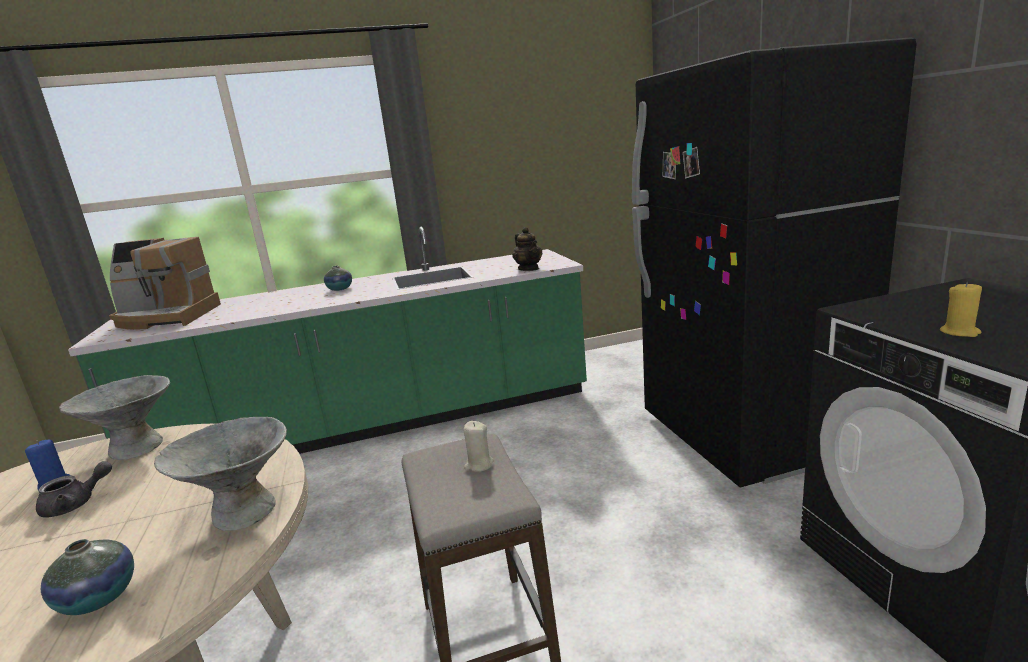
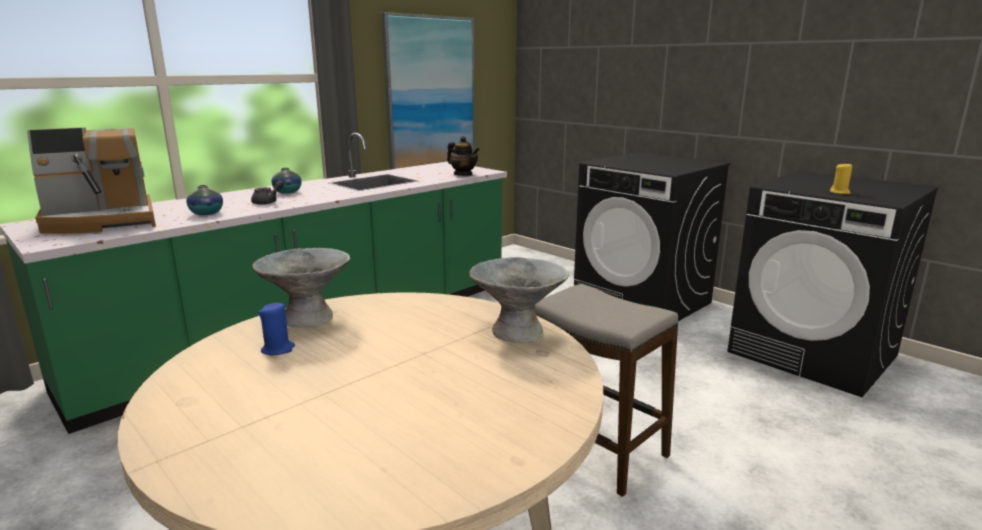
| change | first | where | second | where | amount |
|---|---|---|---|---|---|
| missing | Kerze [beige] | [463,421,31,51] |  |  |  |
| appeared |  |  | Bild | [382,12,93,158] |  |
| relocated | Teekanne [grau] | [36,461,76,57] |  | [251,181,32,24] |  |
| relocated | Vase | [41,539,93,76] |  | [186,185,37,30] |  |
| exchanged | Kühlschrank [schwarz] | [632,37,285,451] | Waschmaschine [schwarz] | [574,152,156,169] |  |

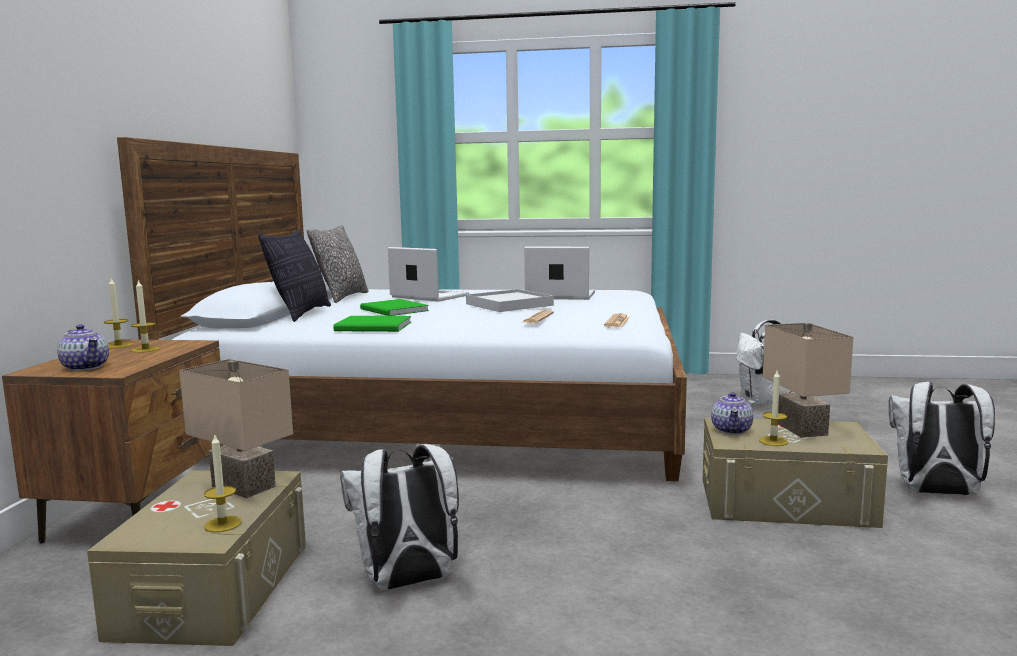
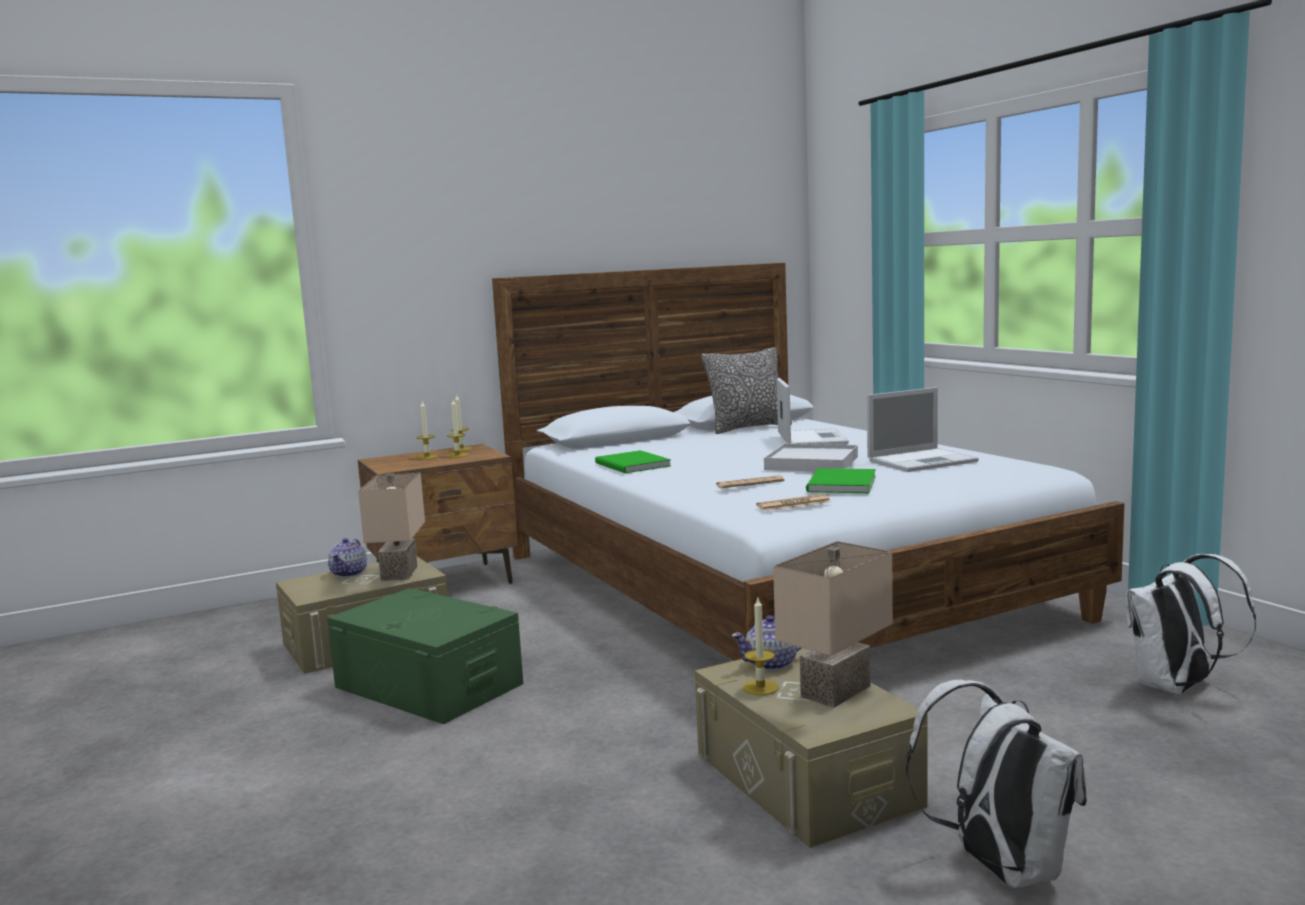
| change | first | where | second | where | amount |
|---|---|---|---|---|---|
| missing | Kissen | [258,229,73,93] |  |  |  |
| relocated | Teekanne | [57,324,52,47] |  | [328,538,39,39] |  |
| relocated | Kerze | [204,433,38,99] |  | [416,402,22,58] |  |
| relocated | Buch [grün] | [360,299,69,17] |  | [806,468,70,25] |  |
| exchanged | Rucksack [weiß] | [340,444,119,146] | Aufbewahrungsbox [grün] | [327,588,196,136] |  |
| spun | Laptop | [524,247,71,53] |  | [867,387,112,85] | 90 degrees clockwise |

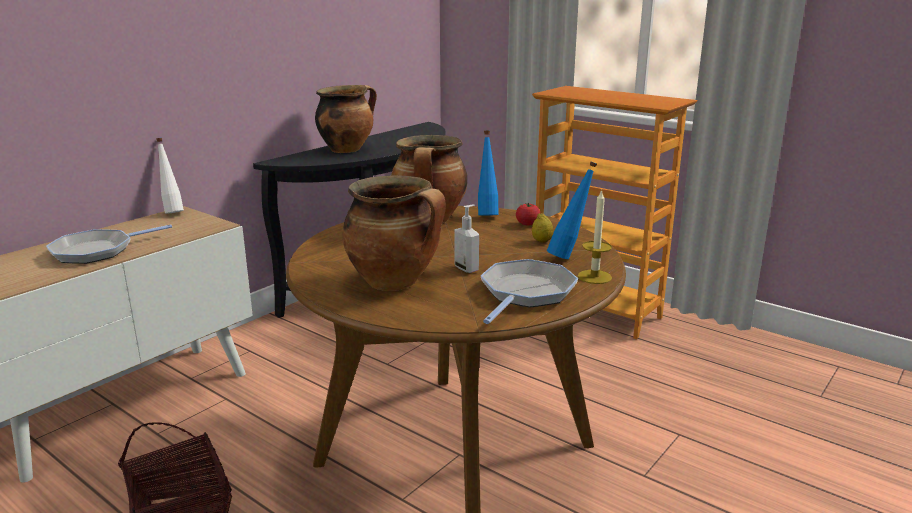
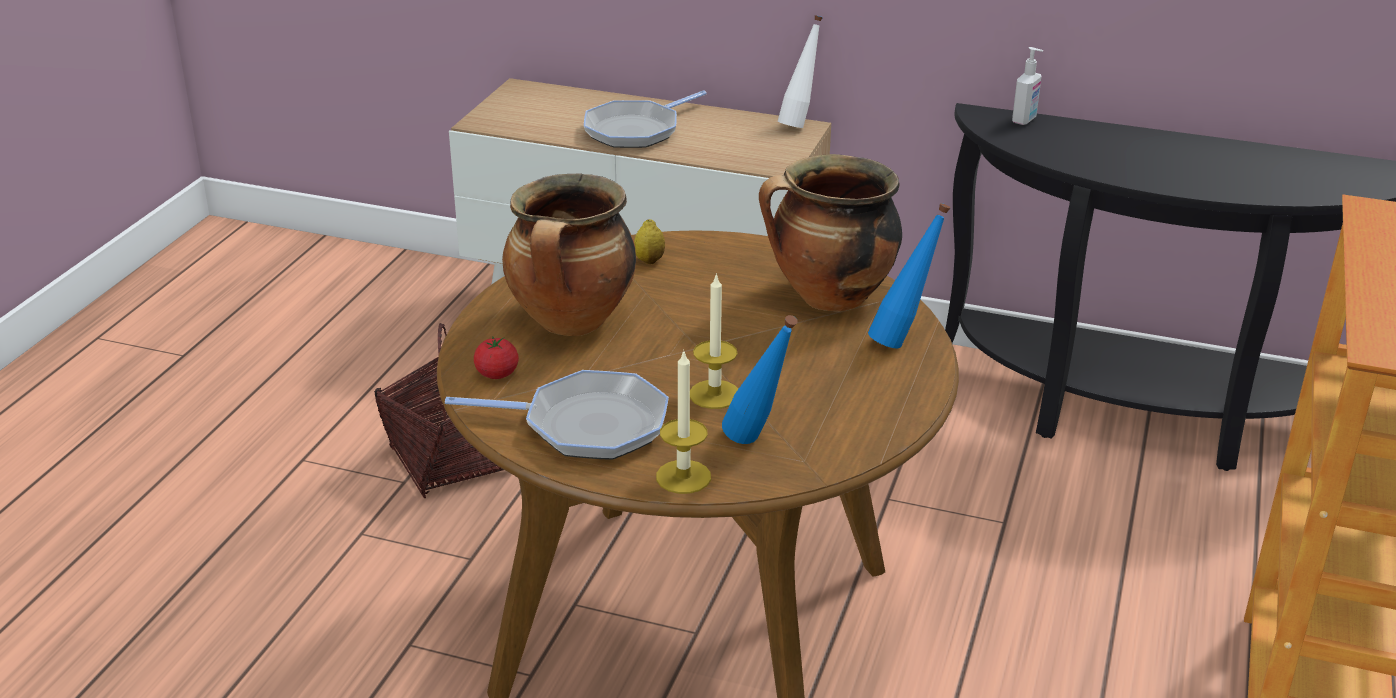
| change | first | where | second | where | amount |
|---|---|---|---|---|---|
| missing | Kochtopf | [315,85,62,68] |  |  |  |
| appeared |  |  | Kerze | [690,273,48,136] |  |
| relocated | Seifenspender | [454,204,25,69] |  | [1012,47,31,78] |  |
| relocated | Tomate | [516,202,24,24] |  | [474,336,45,43] |  |
| relocated | Zitrone | [532,213,22,30] |  | [634,219,31,45] |  |
| spun | Pfanne | [46,224,126,40] |  | [584,90,123,58] | 75 degrees counterclockwise |

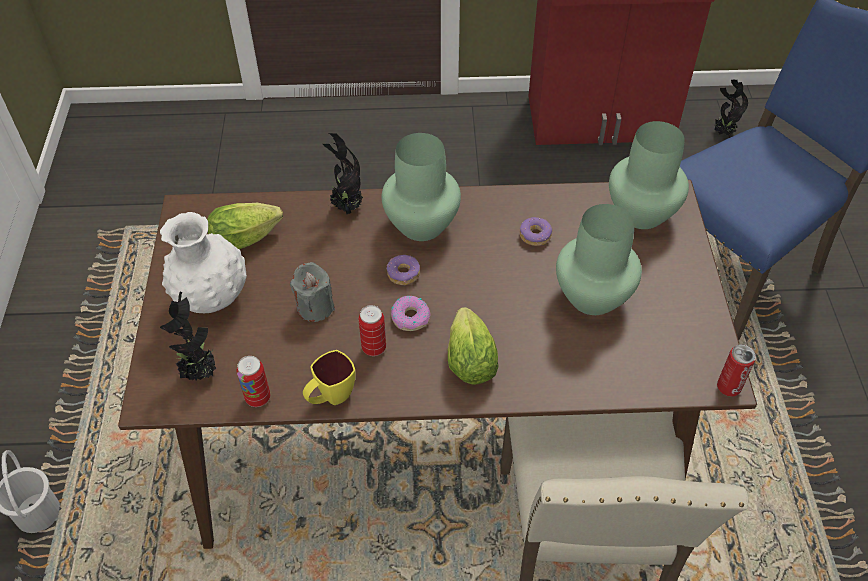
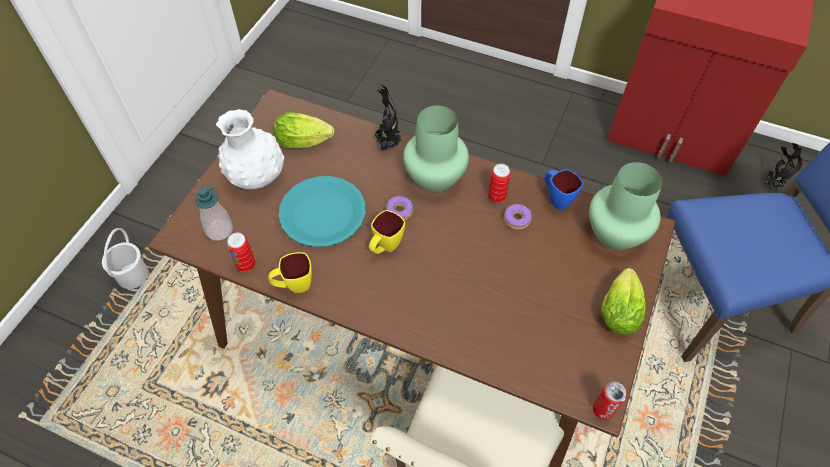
| change | first | where | second | where | amount |
|---|---|---|---|---|---|
| missing | Vase [grün] | [556,204,86,111] |  |  |  |
| appeared |  |  | Henkelbecher [blau] | [544,169,39,41] |  |
| relocated | Dose | [358,305,28,51] |  | [488,164,23,39] |  |
| relocated | Salatkopf | [448,307,51,78] |  | [601,268,45,67] |  |
| exchanged | Topfpflanze | [160,292,56,89] | Seifenspender | [195,185,38,56] |  |
| exchanged | Kerze [grau] | [290,262,45,60] | Teller [türkis] | [279,176,86,71] |  |
| exchanged | Donut | [391,295,40,36] | Henkelbecher [gelb] | [369,210,36,44] |  |

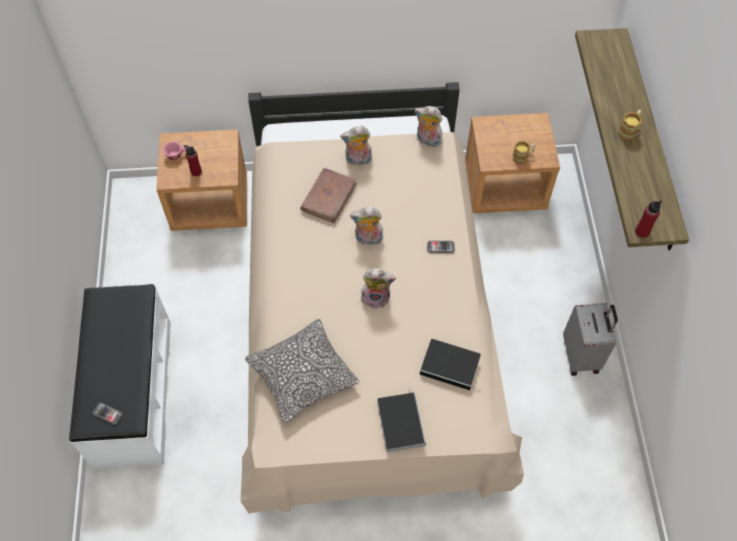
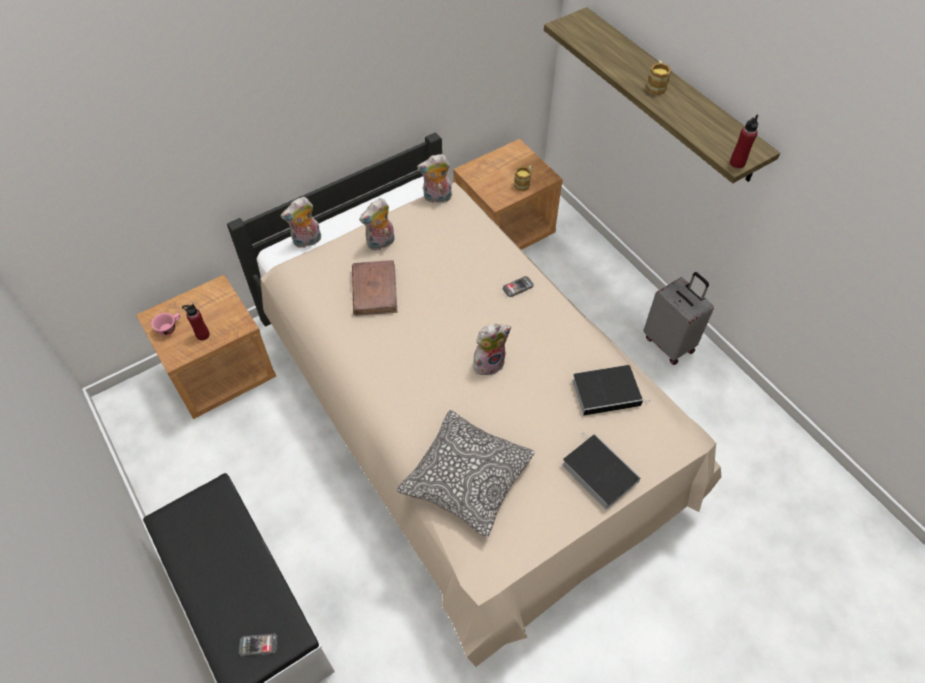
| change | first | where | second | where | amount |
|---|---|---|---|---|---|
| relocated | Plüschtier | [350,207,33,38] |  | [281,197,40,51] |  |

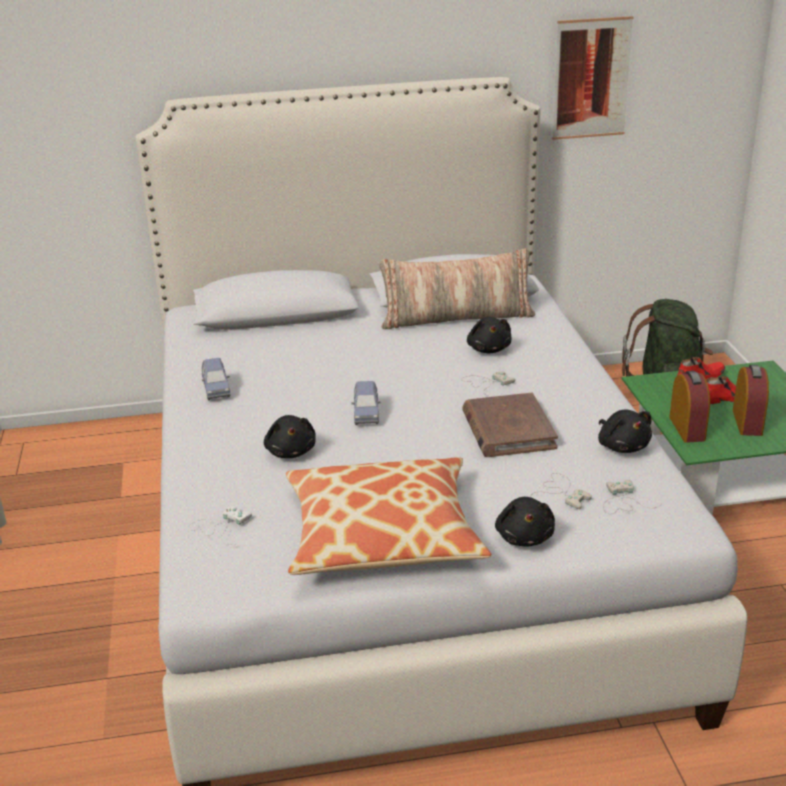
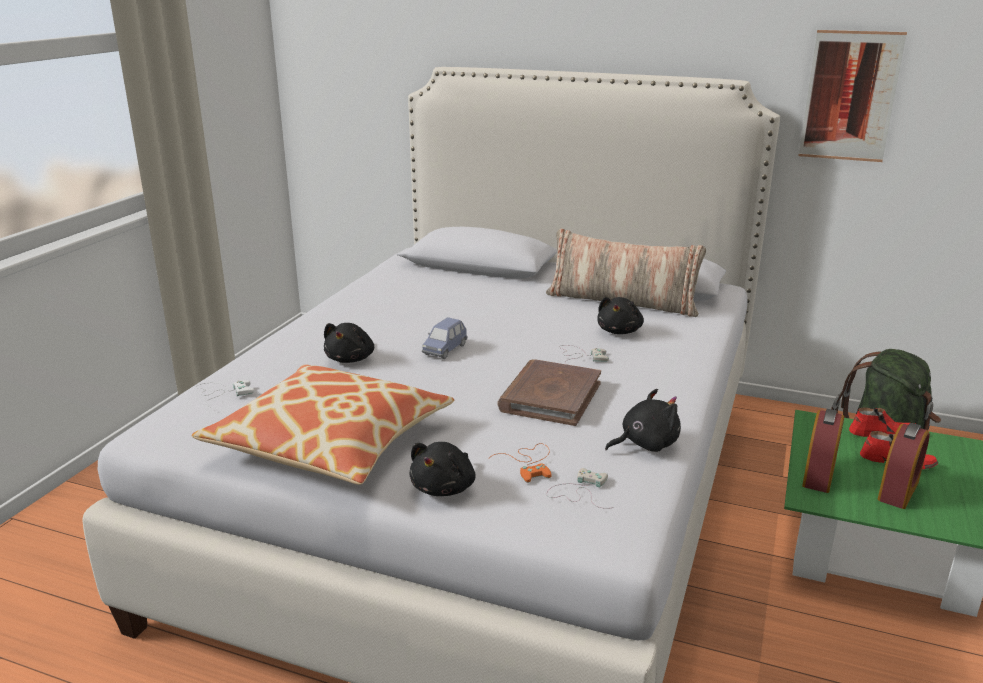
| change | first | where | second | where | amount |
|---|---|---|---|---|---|
| missing | Spielzeugauto [blau] | [201,358,30,42] |  |  |  |
| colour | Gamepad [weiß] | [530,473,62,36] | Gamepad [orange] | [489,443,63,40] |  |
| spun | Plüschtier [schwarz] | [598,410,54,43] |  | [605,389,76,63] | 120 degrees counterclockwise |

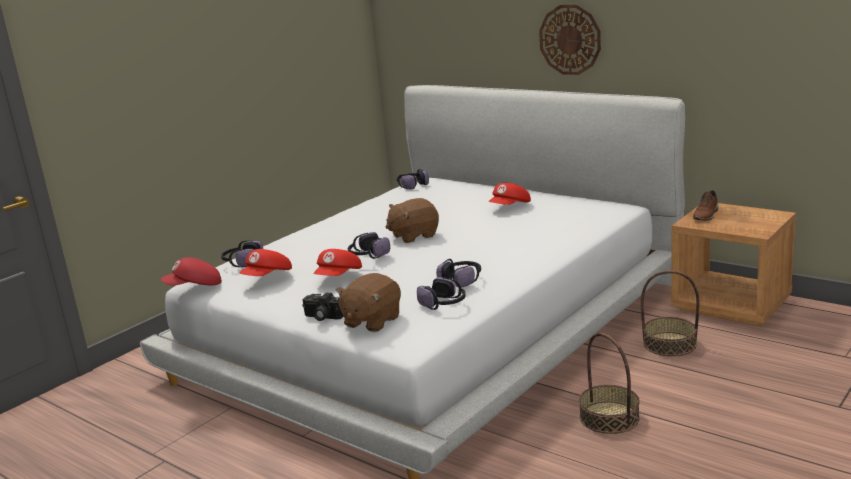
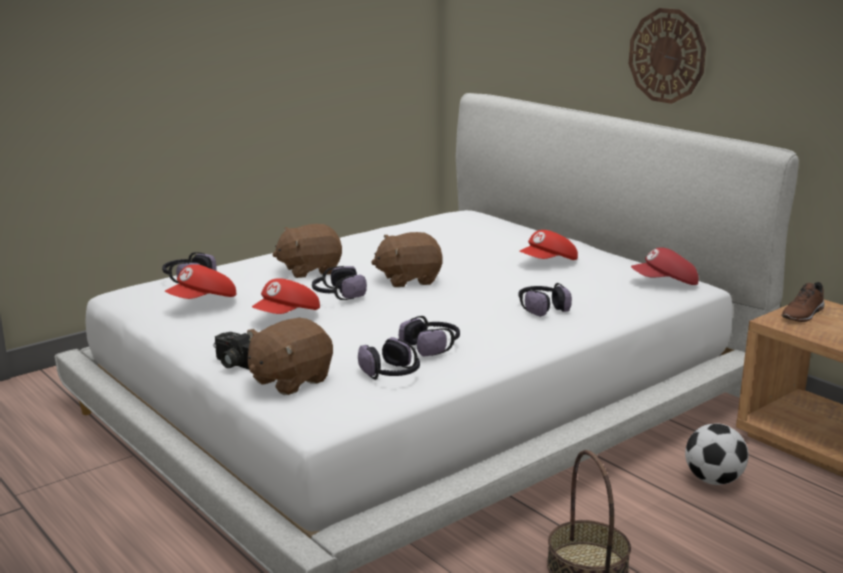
| change | first | where | second | where | amount |
|---|---|---|---|---|---|
| appeared |  |  | Plüschtier [braun] | [272,224,70,54] |  |
| relocated | Kappe [rot] | [161,257,61,29] |  | [631,247,68,38] |  |
| relocated | Kopfhörer | [397,169,32,20] |  | [518,283,54,34] |  |
| exchanged | Korb | [641,270,58,86] | Fußball | [685,423,64,62] |  |

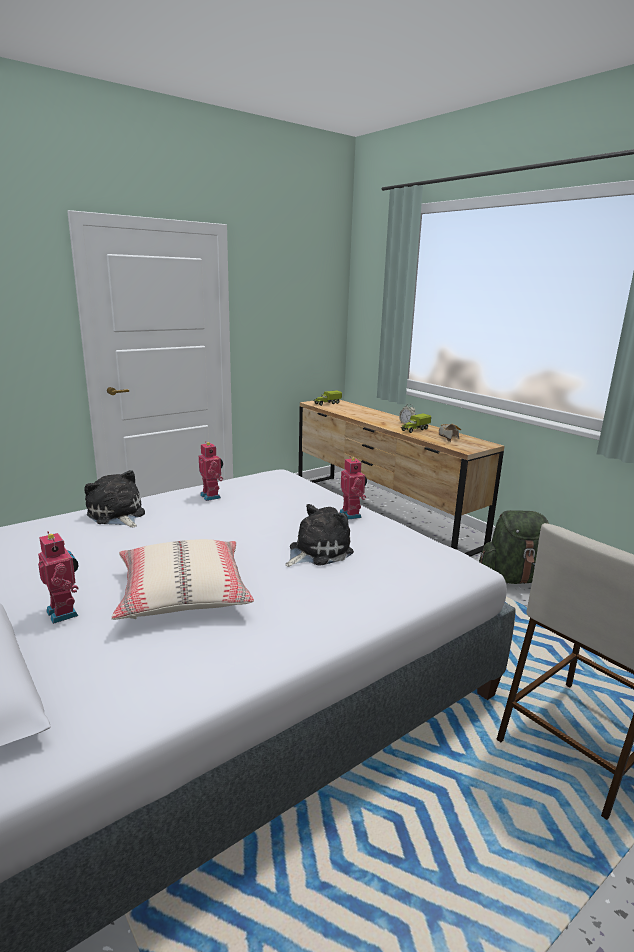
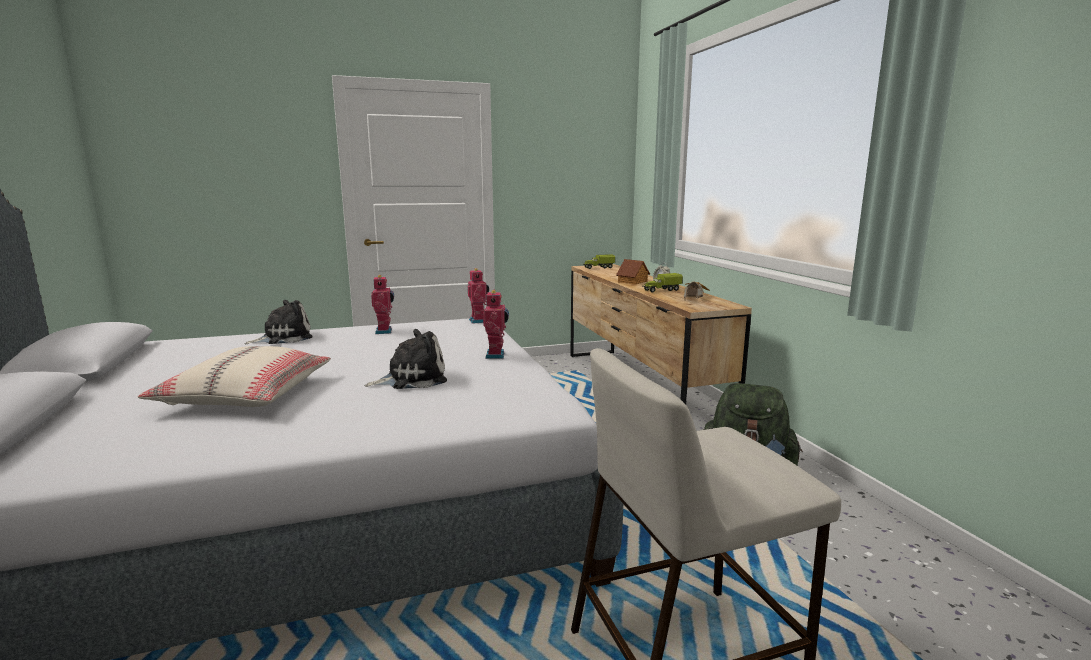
| change | first | where | second | where | amount |
|---|---|---|---|---|---|
| appeared |  |  | Spielzeughaus | [616,259,34,26] |  |
| relocated | Spielzeugroboter | [38,531,41,93] |  | [468,268,21,56] |  |
| spun | Plüschtier | [84,470,61,57] |  | [245,300,68,44] | 75 degrees clockwise |

